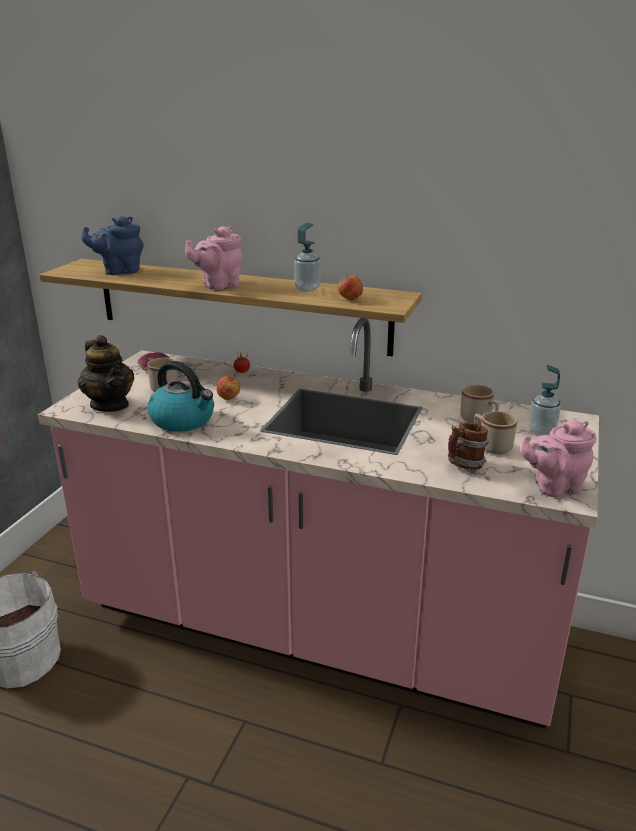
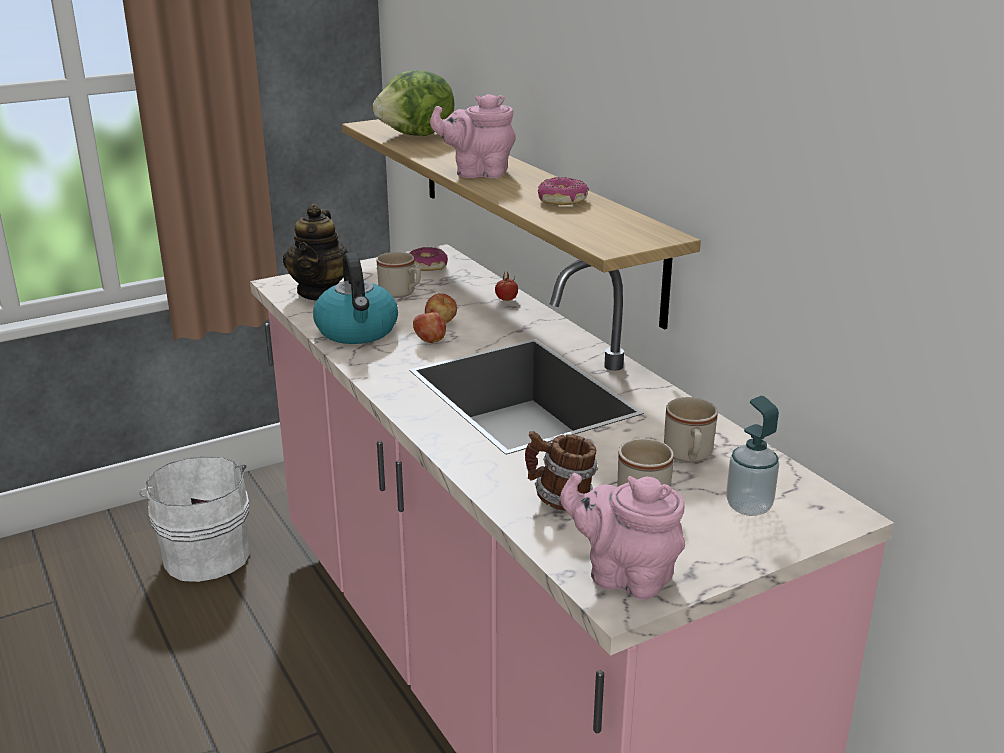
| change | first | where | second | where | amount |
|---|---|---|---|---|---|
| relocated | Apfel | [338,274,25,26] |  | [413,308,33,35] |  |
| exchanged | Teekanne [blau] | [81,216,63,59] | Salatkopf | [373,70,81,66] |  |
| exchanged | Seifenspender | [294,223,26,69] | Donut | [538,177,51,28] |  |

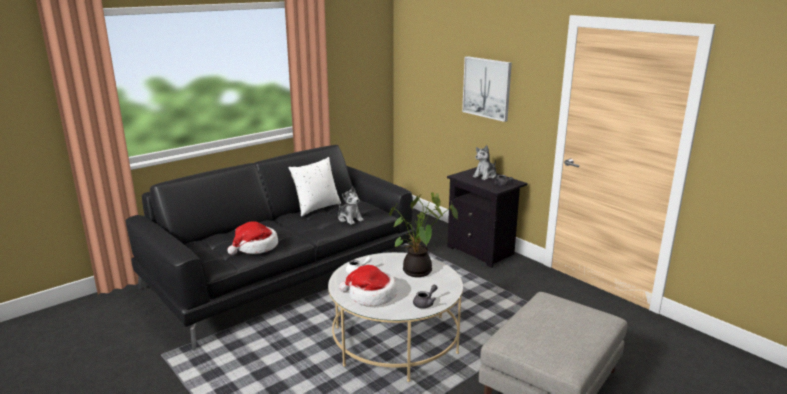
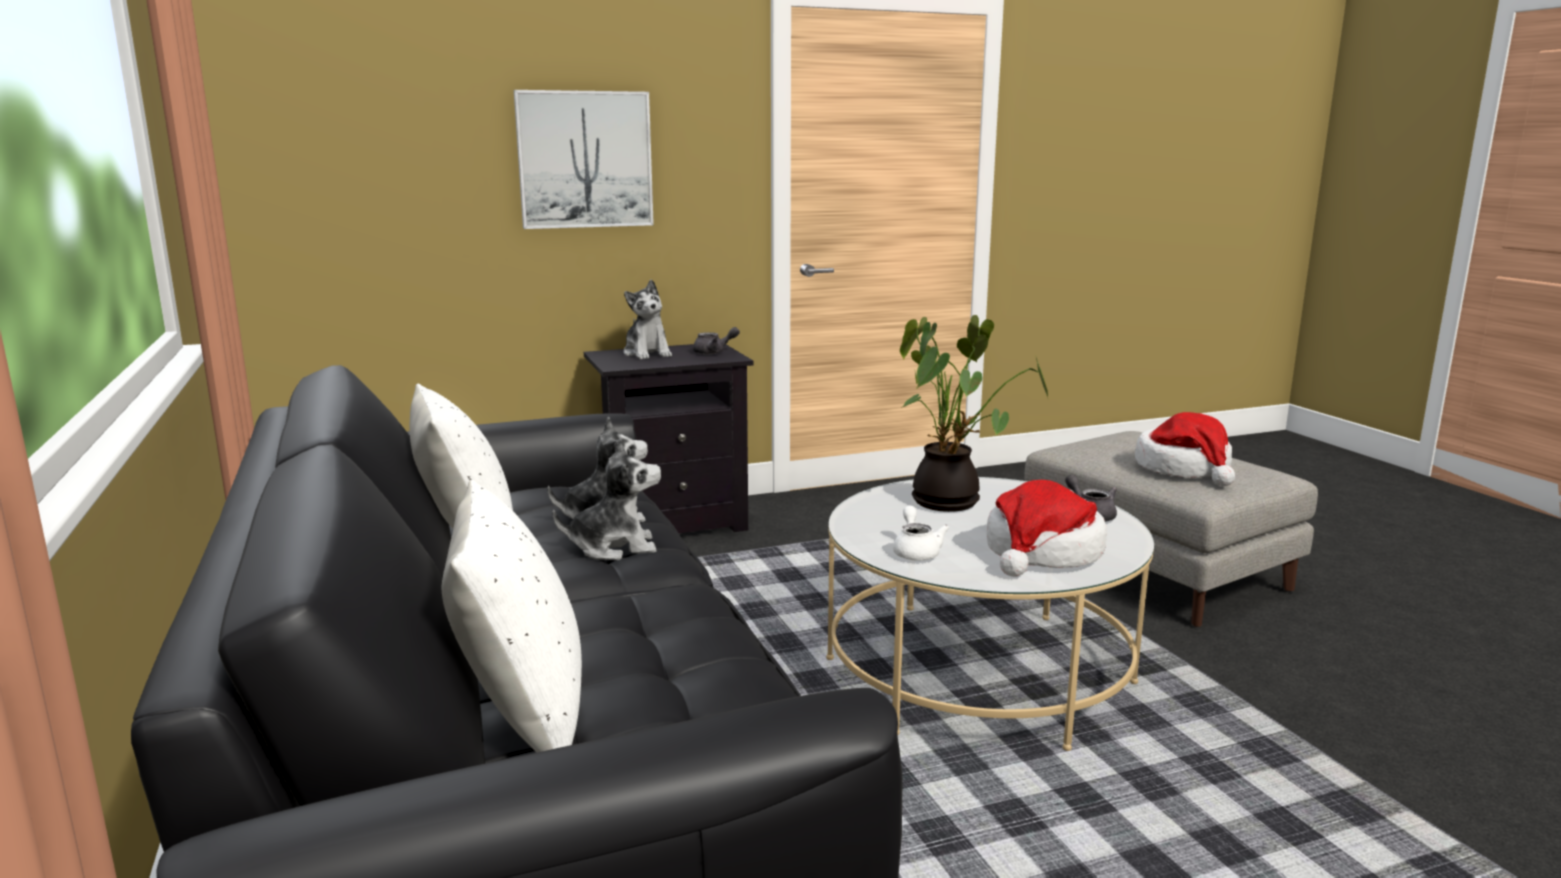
| change | first | where | second | where | amount |
|---|---|---|---|---|---|
| appeared |  |  | Kissen [weiß] | [442,479,140,274] |  |
| appeared |  |  | Plüschtier | [552,438,109,122] |  |
| relocated | Hut | [227,221,51,34] |  | [1135,412,100,74] |  |

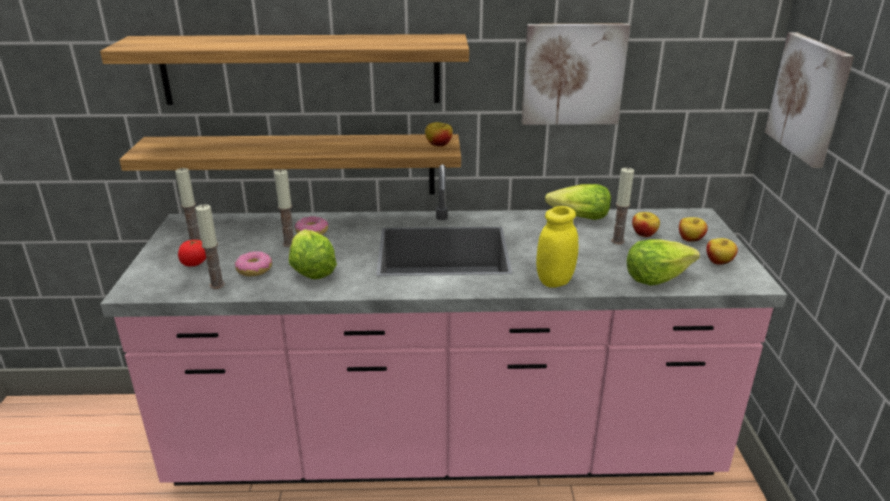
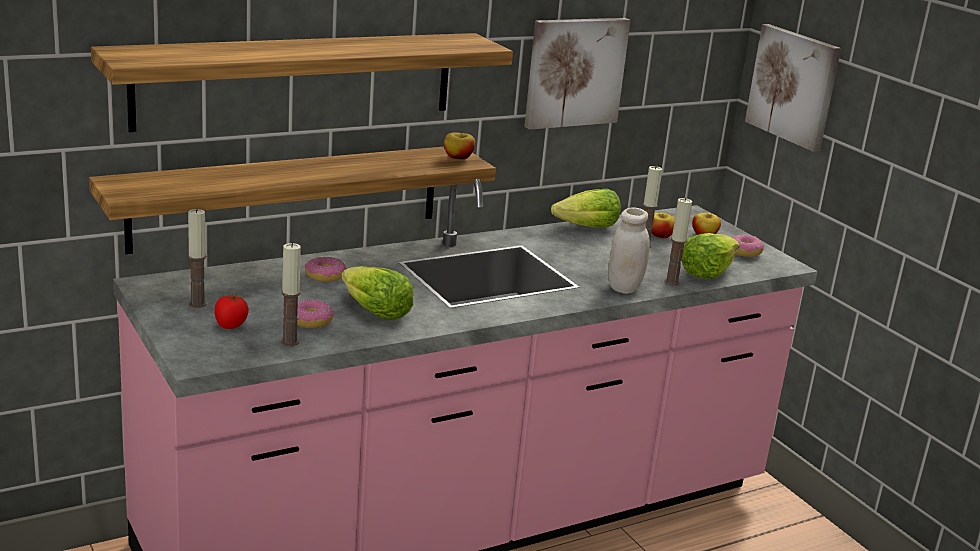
| change | first | where | second | where | amount |
|---|---|---|---|---|---|
| relocated | Kerze | [274,169,20,78] |  | [664,198,28,88] |  |
| exchanged | Apfel | [706,238,32,27] | Donut | [732,234,32,23] |  |
| colour | Vorratsglas [gelb] | [536,206,42,82] | Vorratsglas [weiß] | [608,208,42,86] |  |

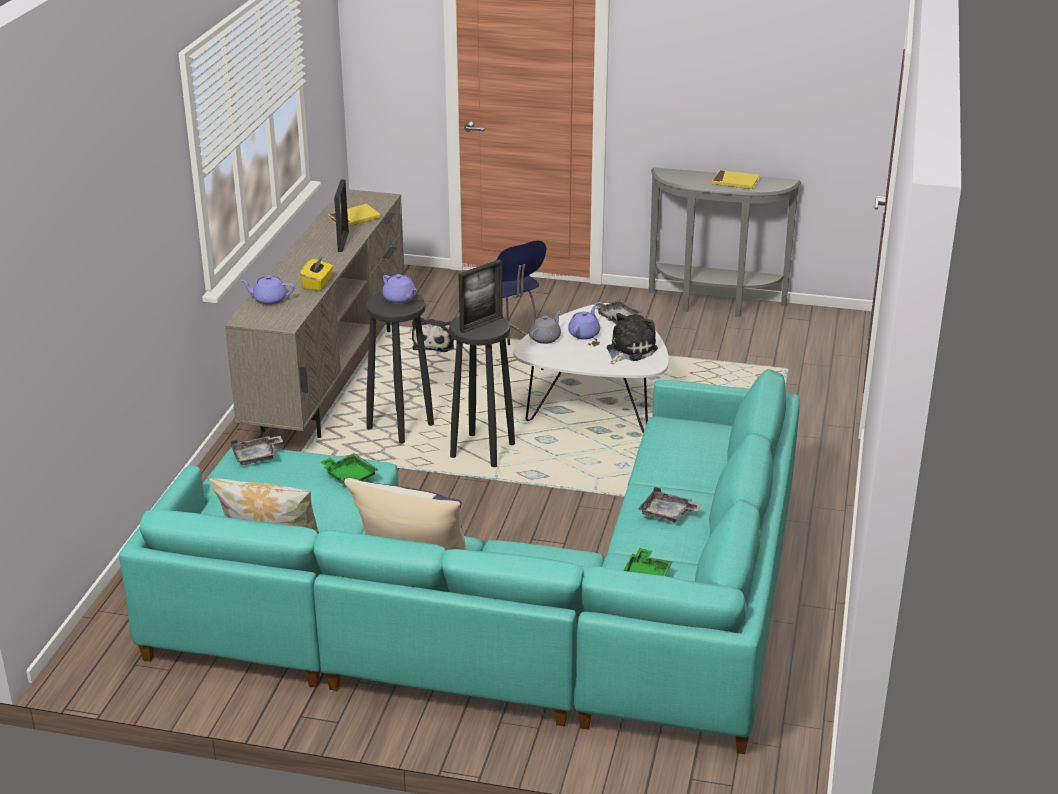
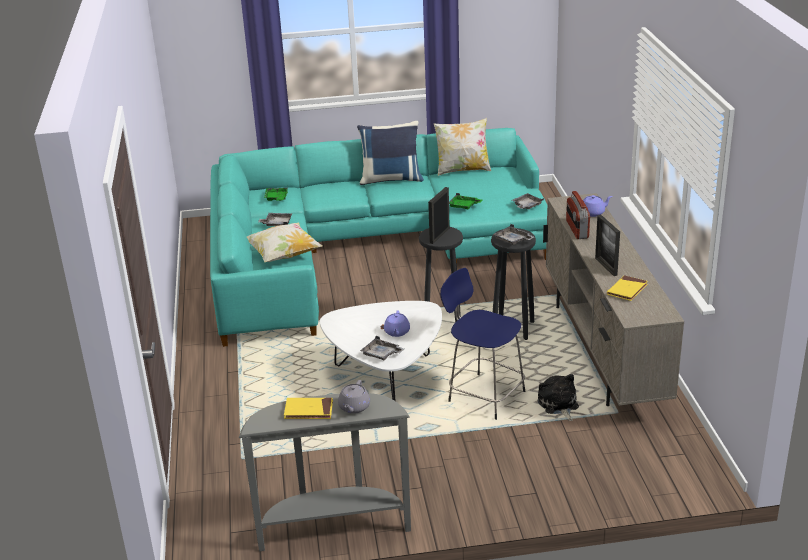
| change | first | where | second | where | amount |
|---|---|---|---|---|---|
| missing | Plüschtier | [607,313,51,51] |  |  |  |
| appeared |  |  | Kissen | [247,223,76,39] |  |
| relocated | Teekanne [grau] | [529,311,32,33] |  | [338,380,32,34] |  |
| exchanged | Taschentuchbox [gelb] | [300,256,33,35] | Radio | [566,191,24,48] |  |
| exchanged | Teekanne [lila] | [382,274,35,30] | Tablett [grau] | [493,224,41,21] |  |

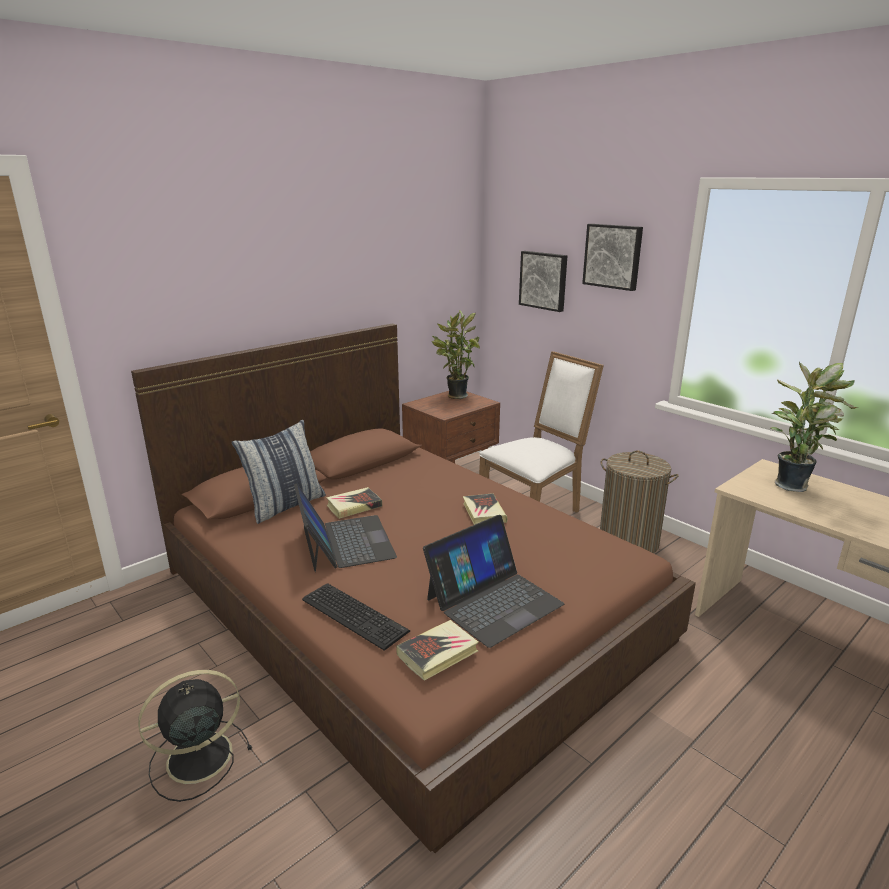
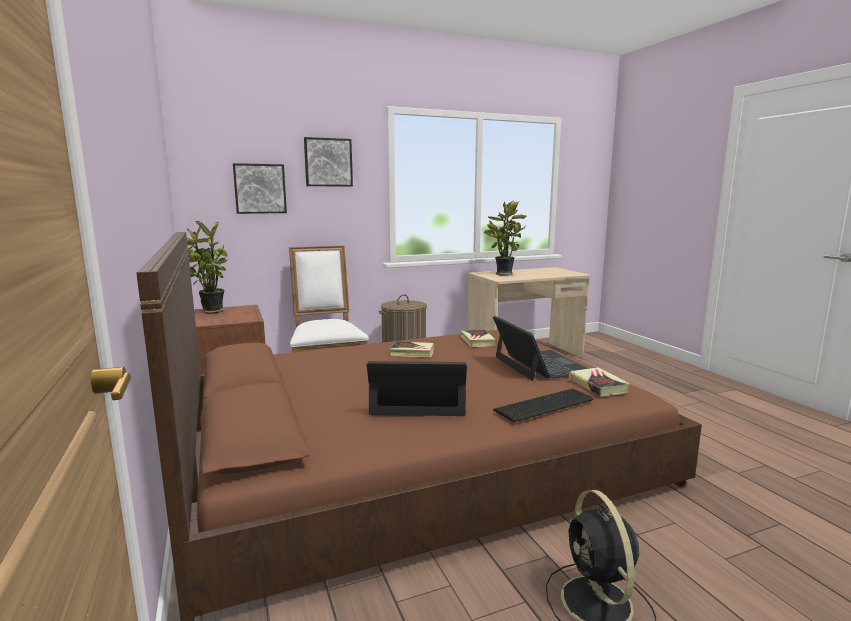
| change | first | where | second | where | amount |
|---|---|---|---|---|---|
| missing | Kissen | [232,420,94,104] |  |  |  |
| relocated | Buch | [326,487,56,32] |  | [461,329,36,18] |  |

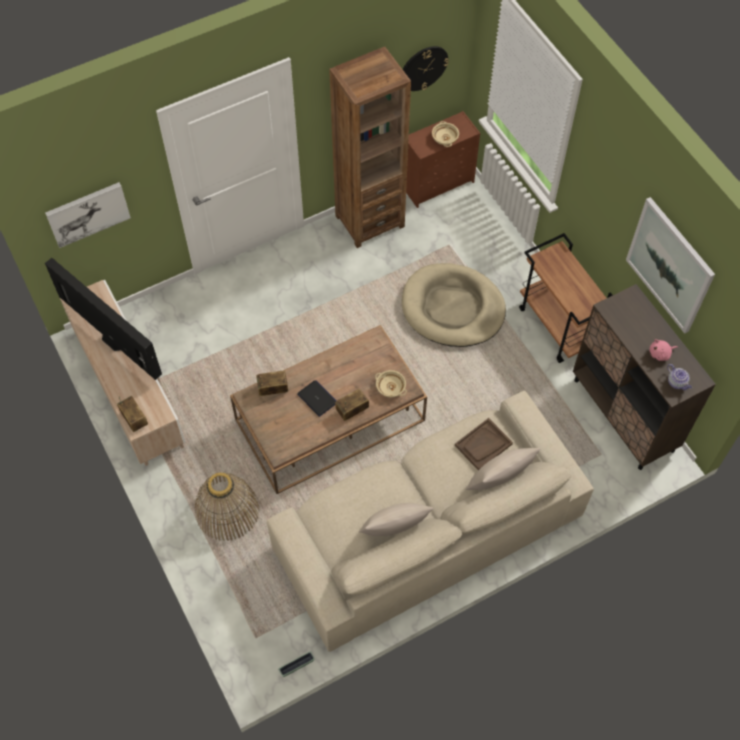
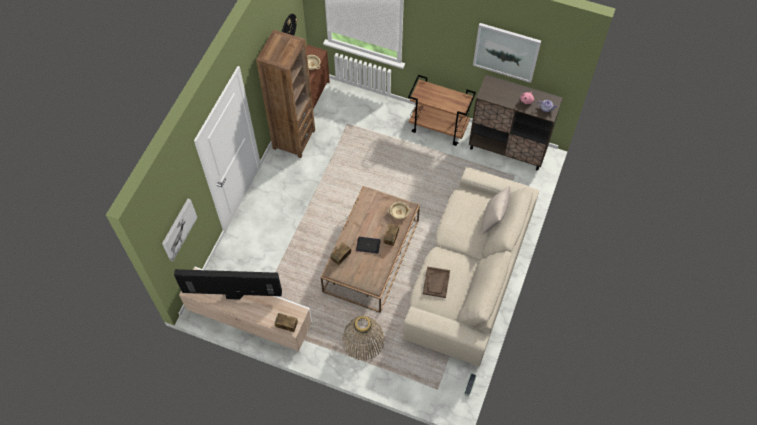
| change | first | where | second | where | amount |
|---|---|---|---|---|---|
| missing | Kissen [beige] | [359,503,74,33] |  |  |  |
| missing | Hundebett [beige] | [402,263,104,84] |  |  |  |
| relocated | Tablett [braun] | [455,418,58,52] |  | [423,266,27,32] |  |

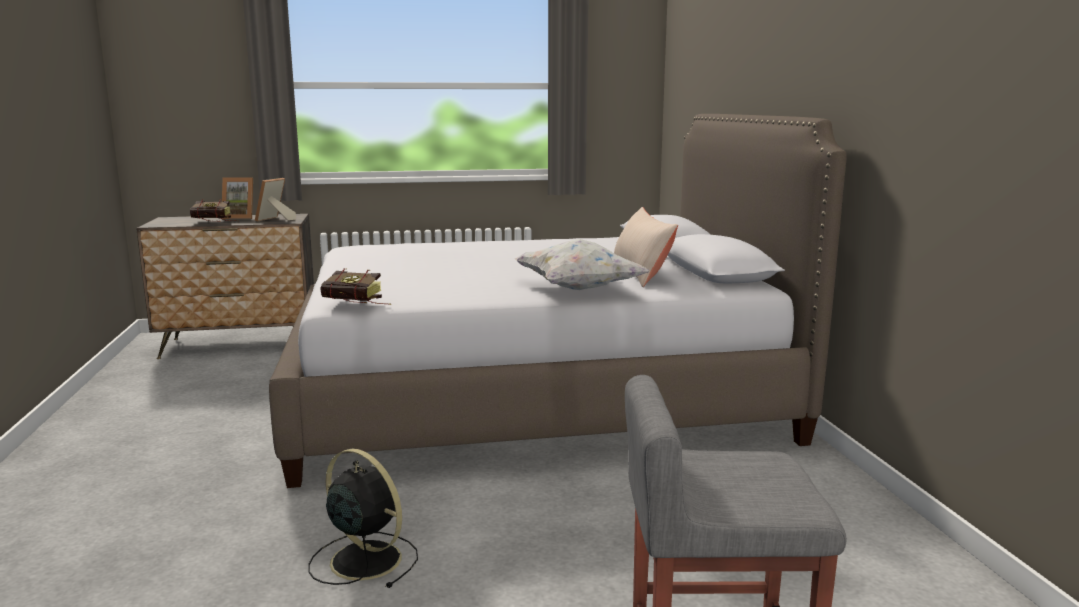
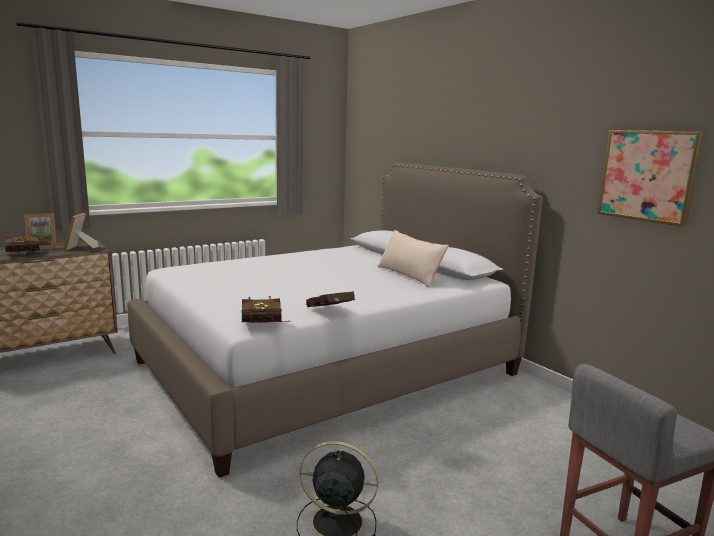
| change | first | where | second | where | amount |
|---|---|---|---|---|---|
| missing | Kissen [weiß] | [514,239,135,51] |  |  |  |
| appeared |  |  | Buch [rot] | [306,291,49,16] |  |
| appeared |  |  | Bild | [597,130,106,97] |  |

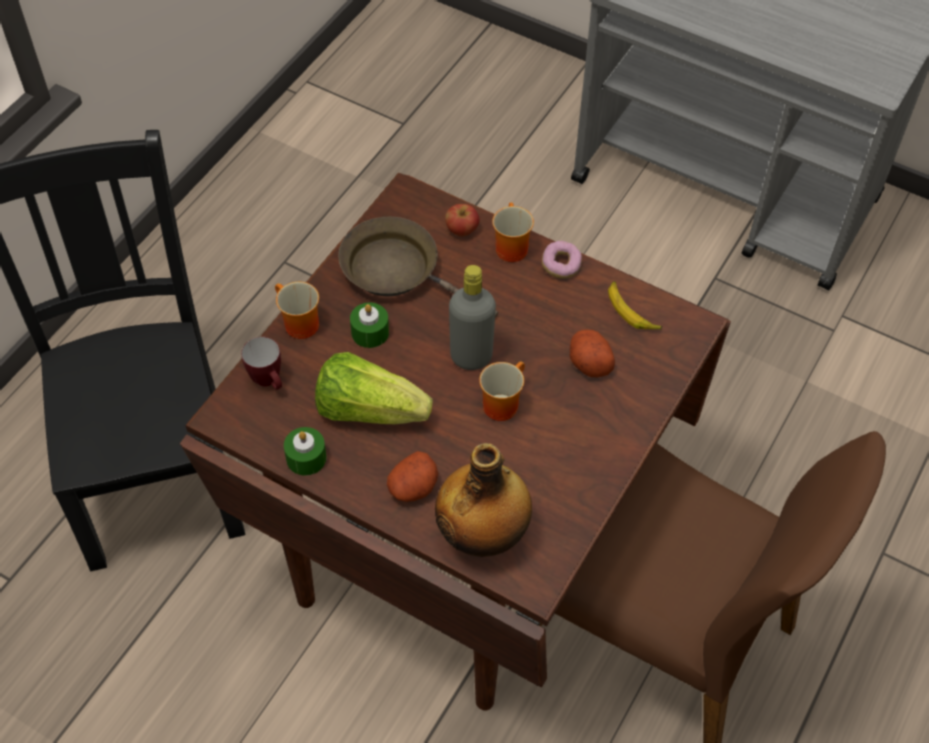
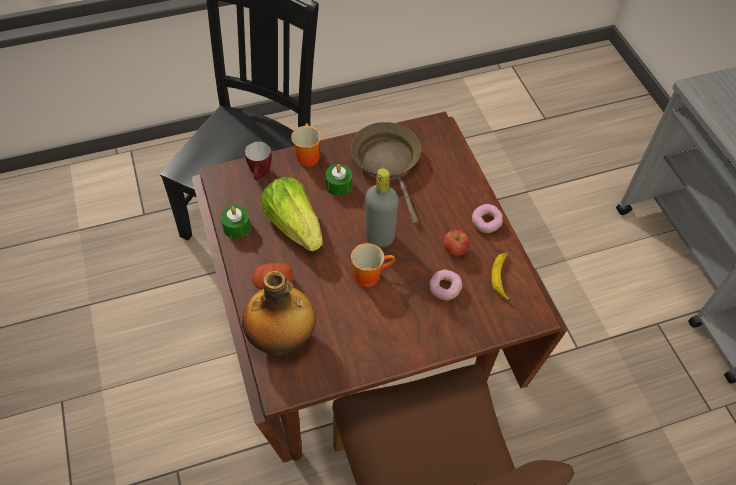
| change | first | where | second | where | amount |
|---|---|---|---|---|---|
| missing | Henkelbecher | [492,202,42,60] |  |  |  |
| relocated | Apfel | [445,204,34,32] |  | [444,230,26,26] |  |
| exchanged | Kartoffel | [570,329,45,48] | Donut | [429,270,33,30] |  |

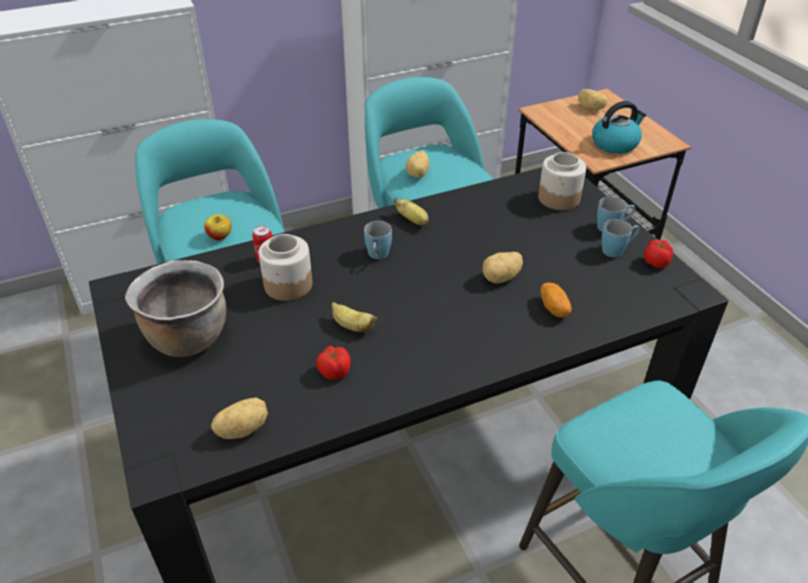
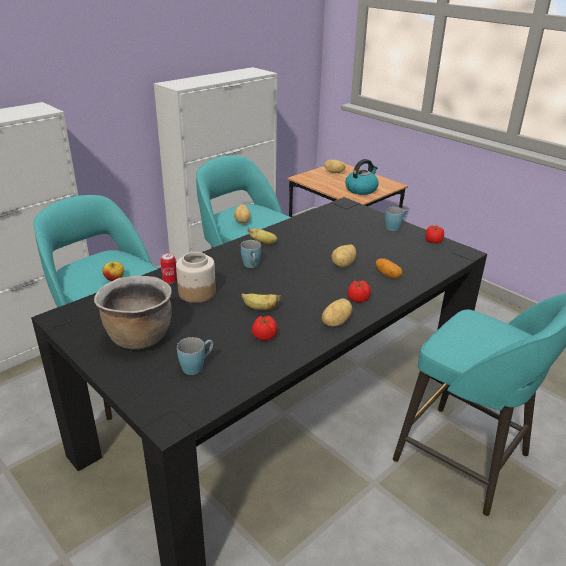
| change | first | where | second | where | amount |
|---|---|---|---|---|---|
| missing | Vorratsglas | [538,152,48,58] |  |  |  |
| appeared |  |  | Tomate | [348,280,23,23] |  |
| relocated | Kartoffel | [211,397,57,42] |  | [322,298,30,29] |  |
| relocated | Henkelbecher [blau] | [602,219,38,38] |  | [177,337,36,38] |  |

